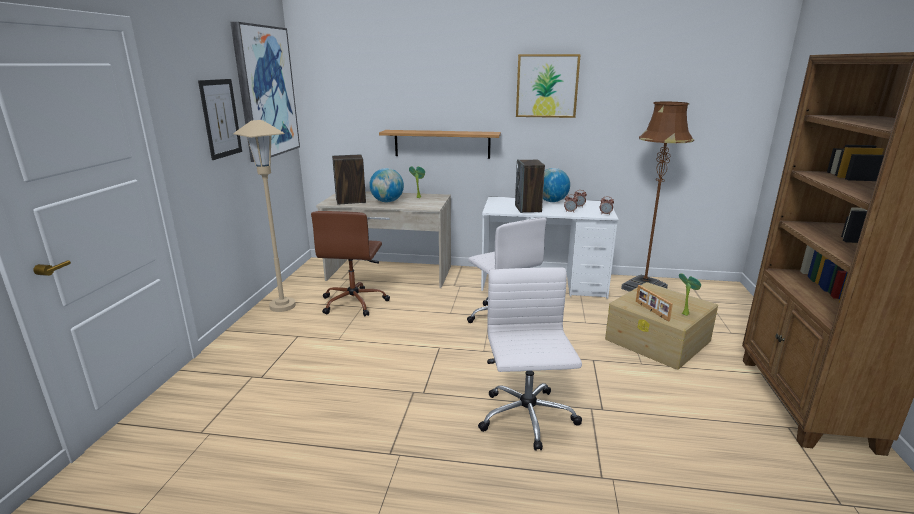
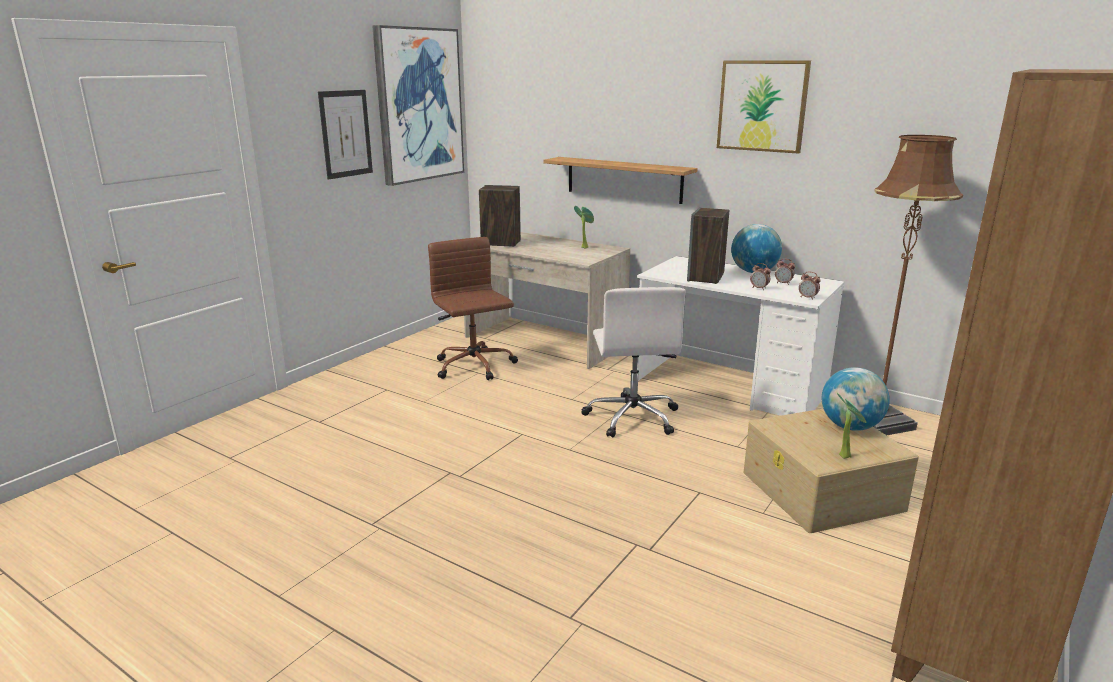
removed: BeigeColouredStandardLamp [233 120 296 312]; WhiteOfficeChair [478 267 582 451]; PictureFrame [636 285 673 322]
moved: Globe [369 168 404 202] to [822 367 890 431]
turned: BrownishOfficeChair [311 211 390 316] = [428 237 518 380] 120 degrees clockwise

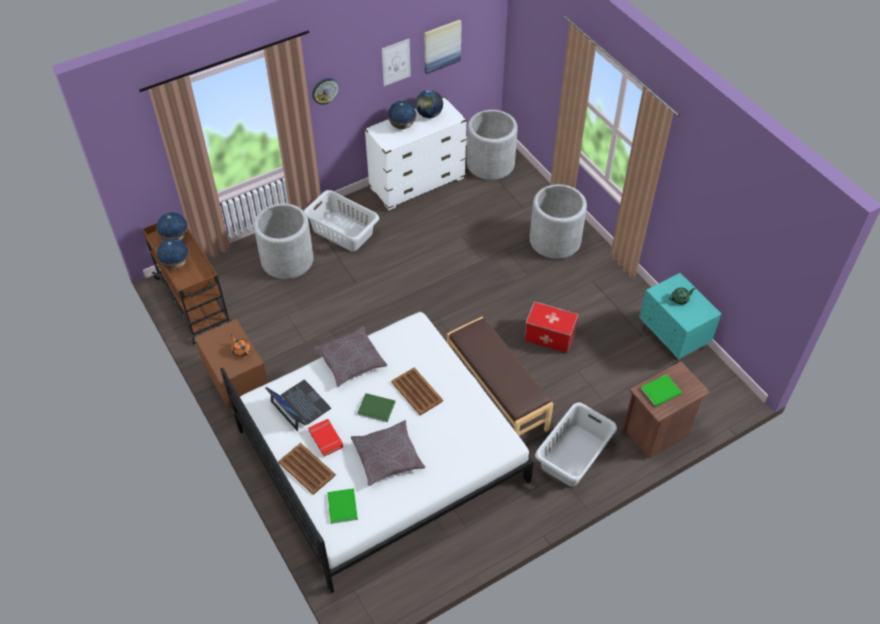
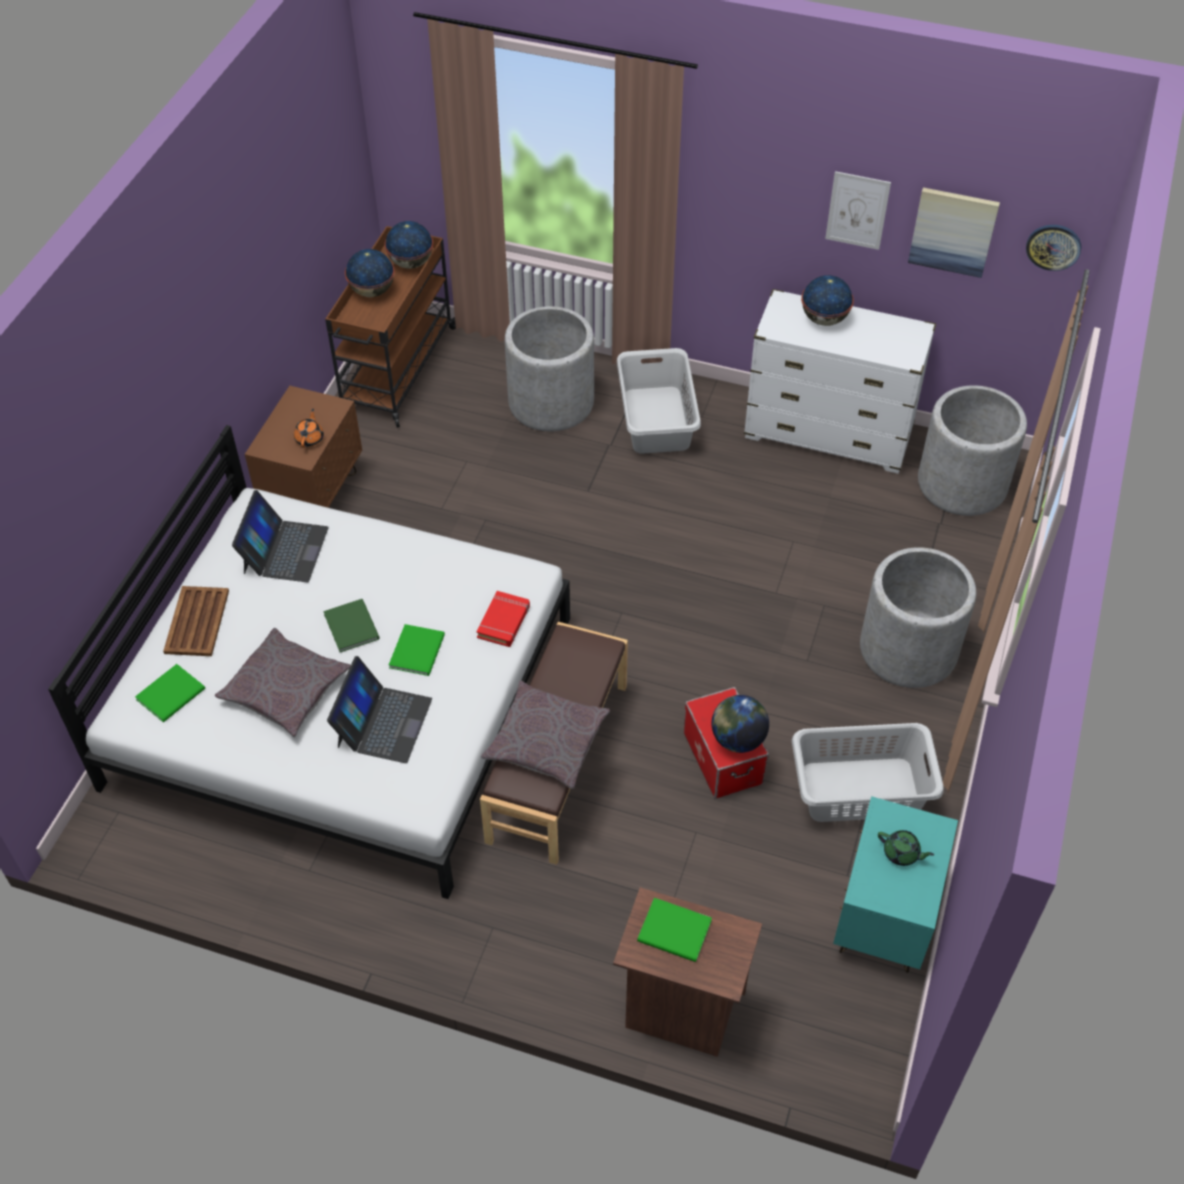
added: NotebookComputer [327 656 432 763]
moved: RedColouredBoundBook [308 419 343 457] to [476 591 530 647]; HangingClock [312 78 339 105] to [1026 225 1081 271]; GreyCushion [314 327 387 387] to [481 680 610 789]; Globe [415 90 443 118] to [712 695 769 753]; GreyLaundryBasket [535 403 617 487] to [792 723 944 822]
replaced: BrownishTray [391 368 443 415] to GreenBoundBook [389 624 445 676]

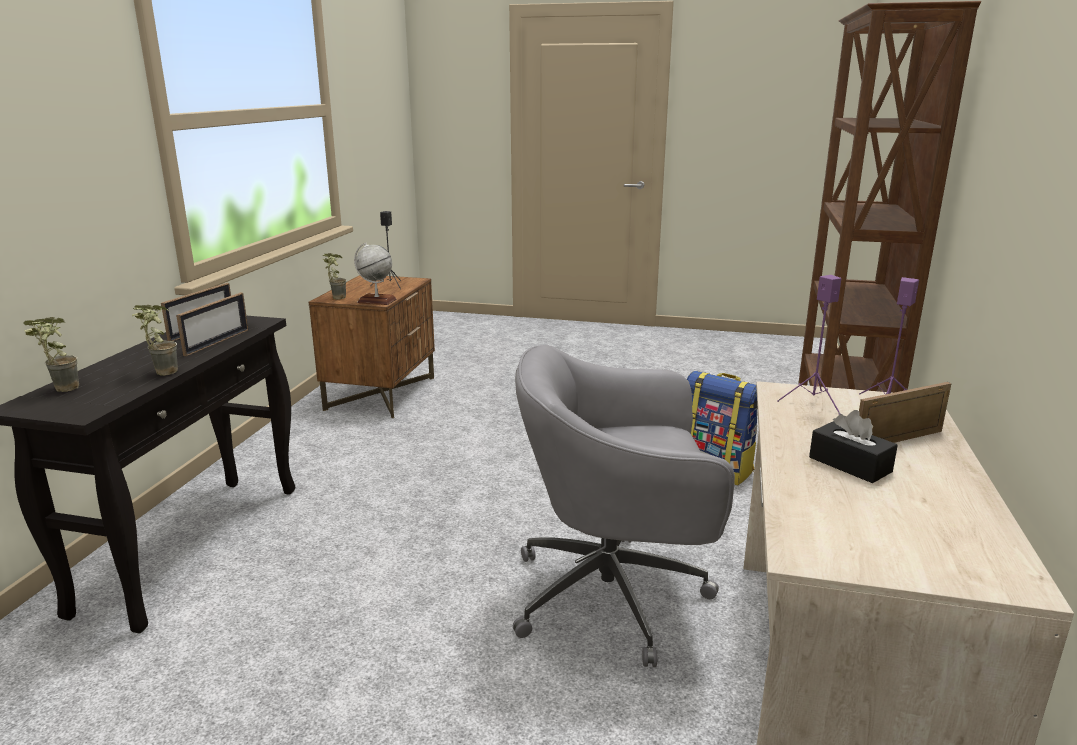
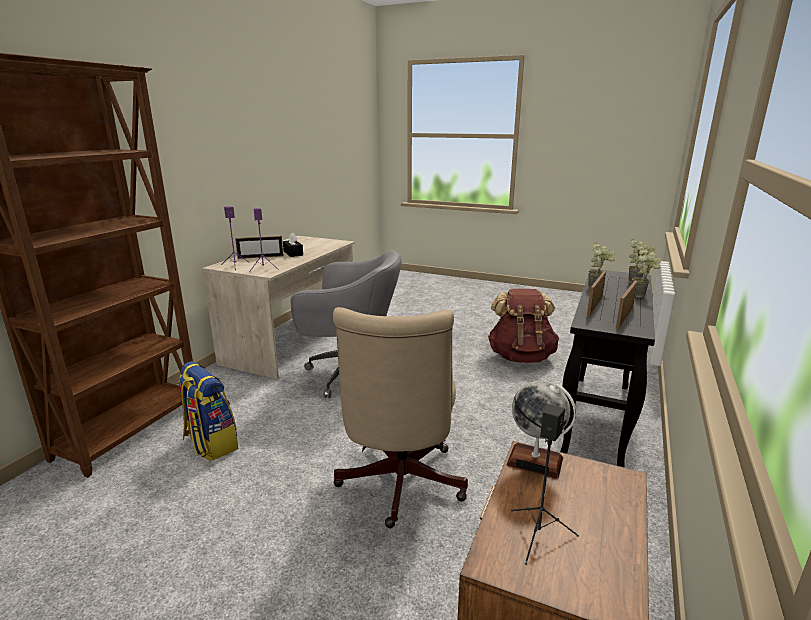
added: BeigeColouredOfficeChair [333 307 468 528]; BrownishBackpack [488 289 559 363]
moved: Houseplant [322 253 346 300] to [632 248 661 298]

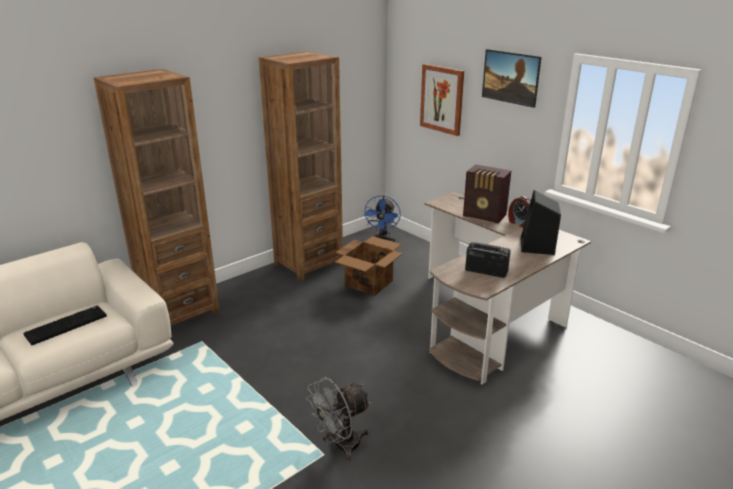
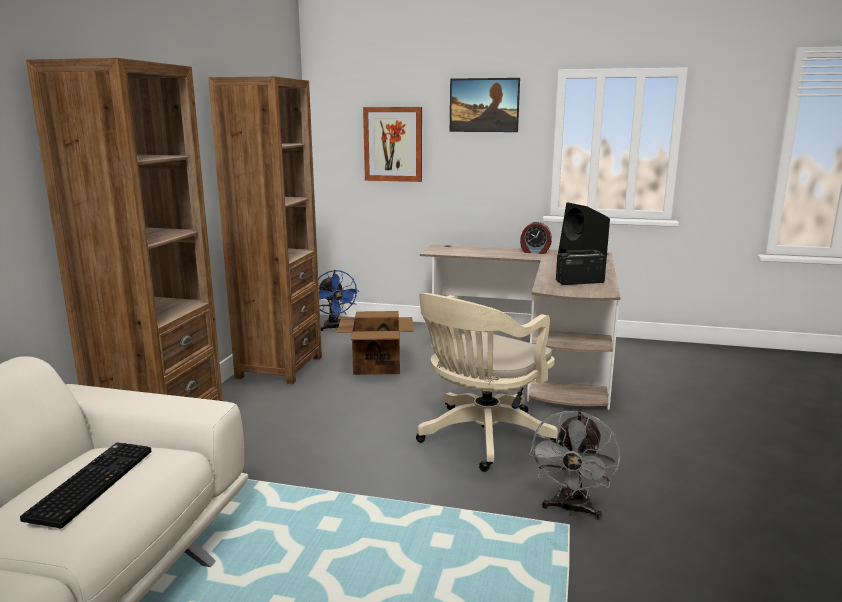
removed: RadioSet [463 164 511 223]
added: BeigeColouredOfficeChair [416 293 558 472]

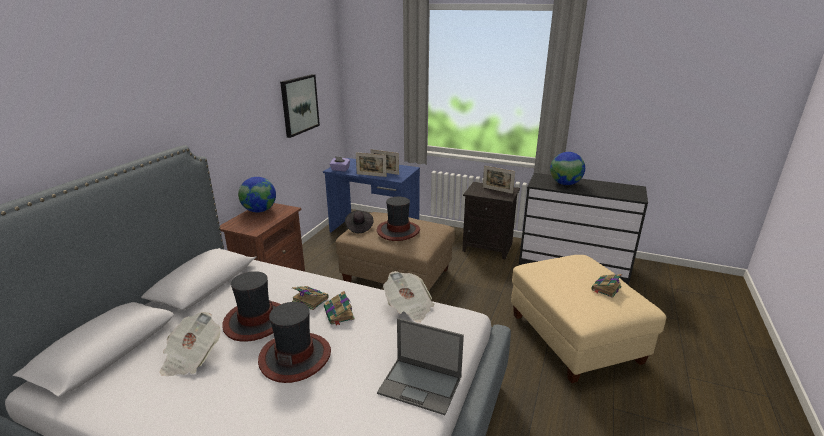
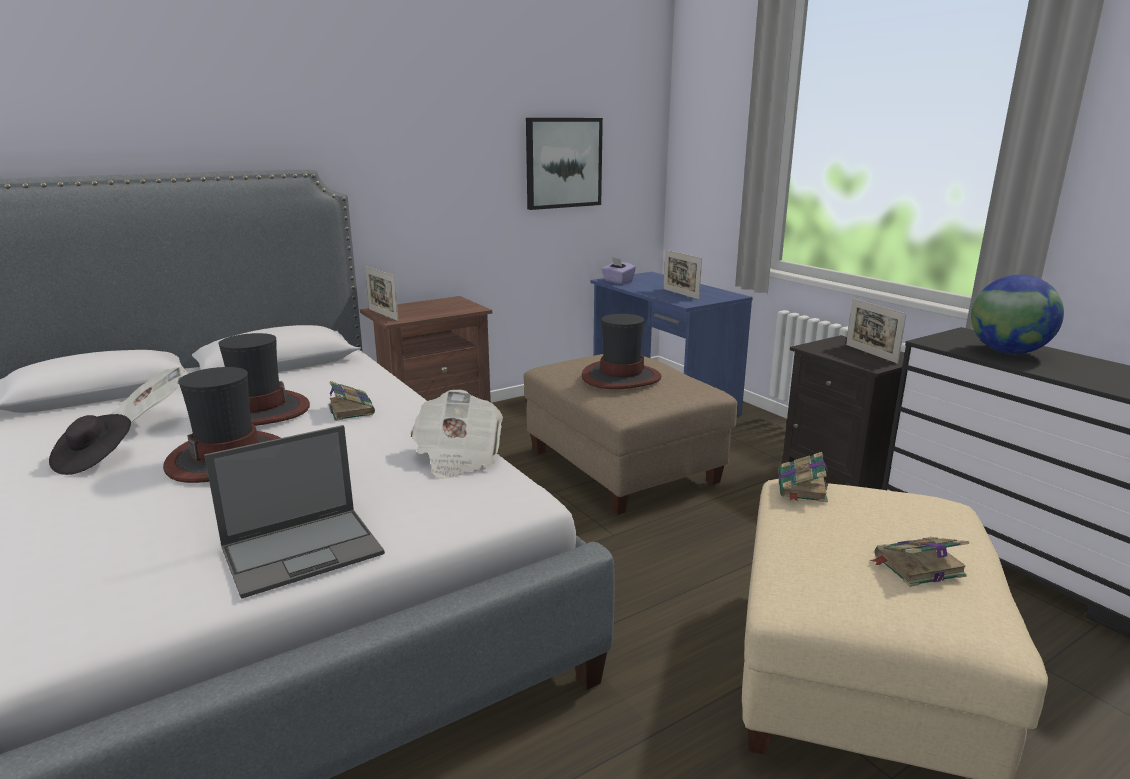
removed: Globe [238 177 276 213]
moved: BoundBook [324 291 355 326] to [779 452 828 502]; BlackColouredHat [345 210 373 233] to [49 414 131 475]; PictureFrame [356 152 387 177] to [365 266 399 321]
turned: NotebookComputer [377 318 464 415] = [204 425 385 599] 90 degrees counterclockwise

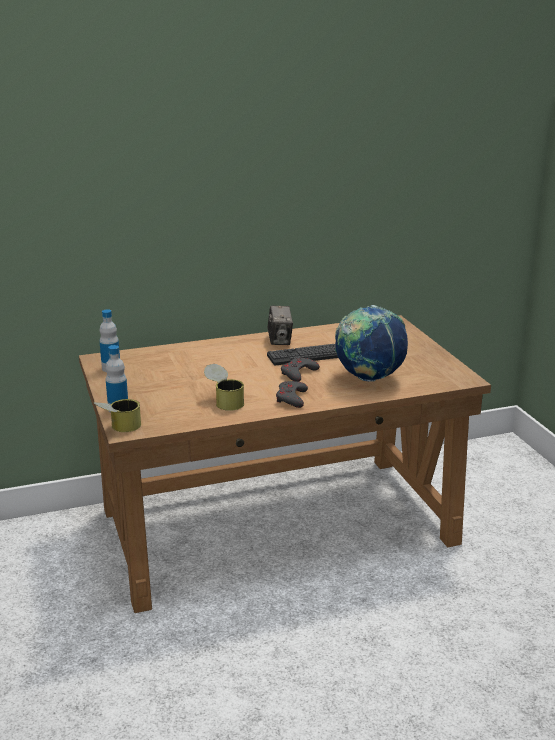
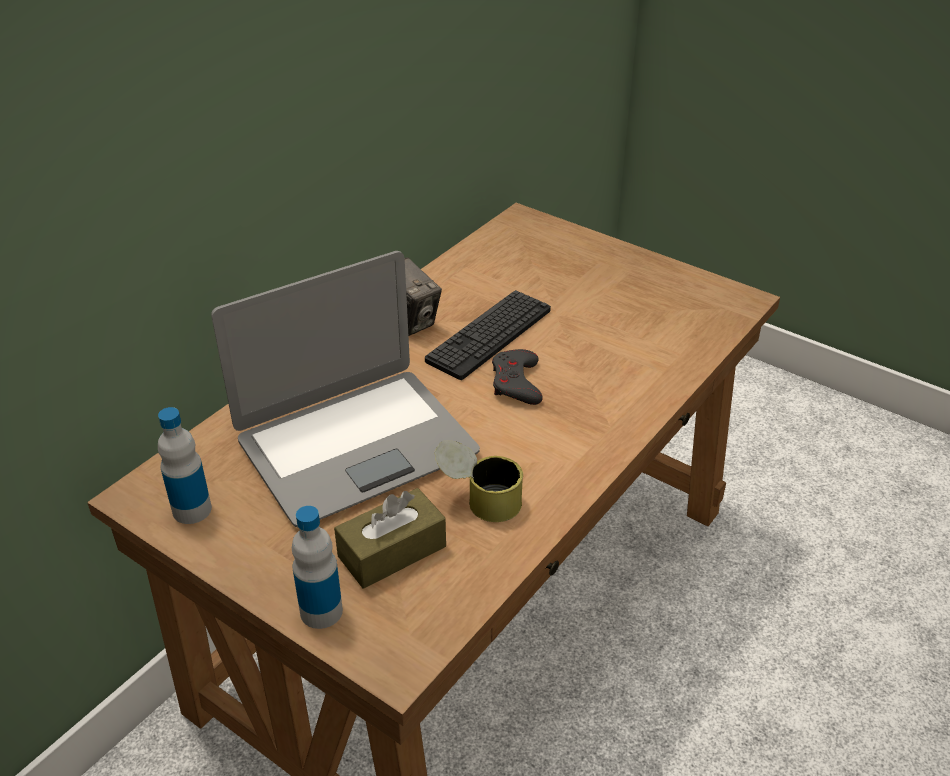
removed: SealedCan [94 399 141 432]; GreyJoypad [276 381 308 408]; Globe [335 305 408 382]
added: NotebookComputer [211 251 480 527]; BrownishTissueHolder [334 488 446 589]

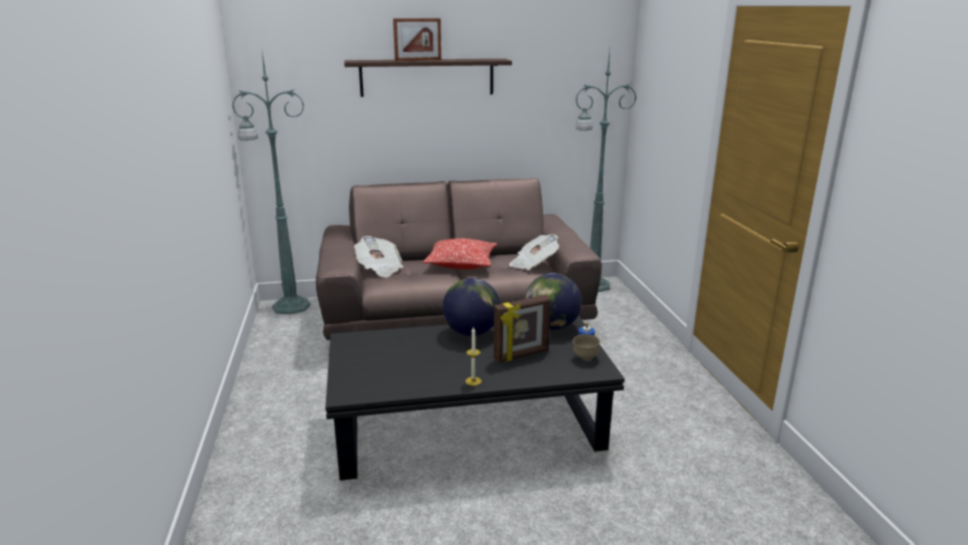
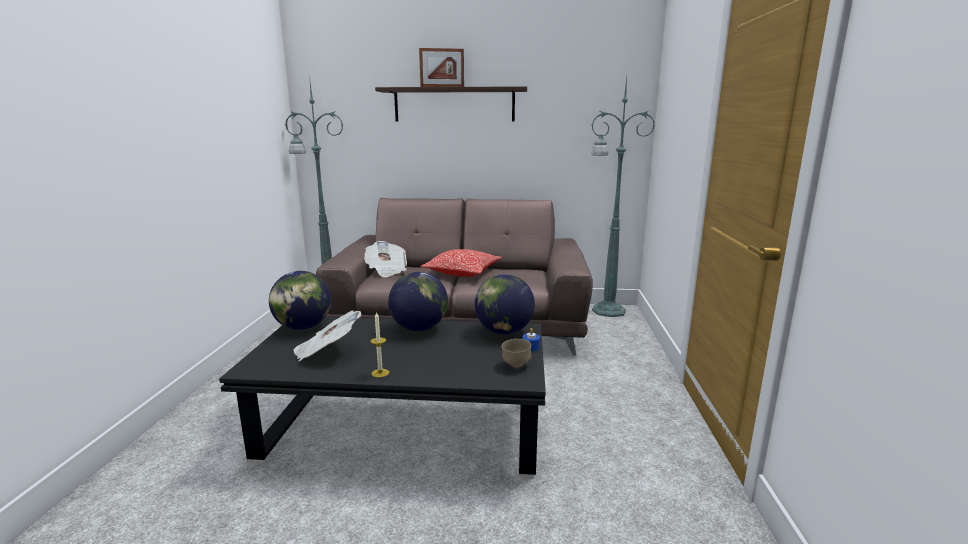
removed: PictureFrame [494 295 551 362]
added: Globe [269 271 331 330]
moved: PrintedPaper [509 234 559 270] to [293 310 361 361]

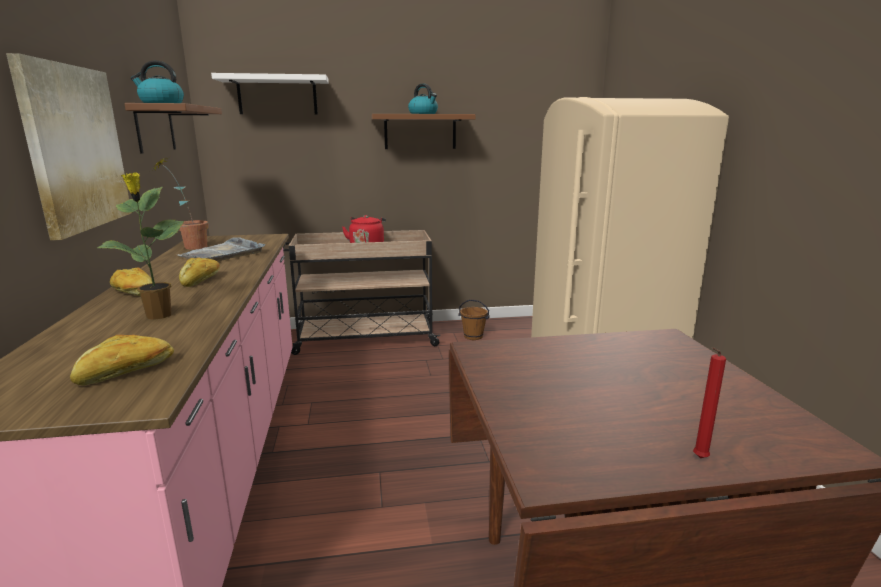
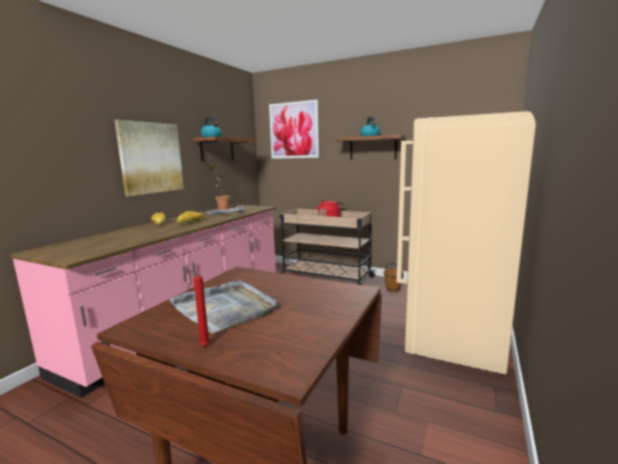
removed: BakeryBread [70 335 174 385]; Houseplant [97 172 184 320]
added: GreyTray [169 280 277 333]
replaced: WhiteWallShelf [211 73 329 115] to WallPicture [269 100 319 159]

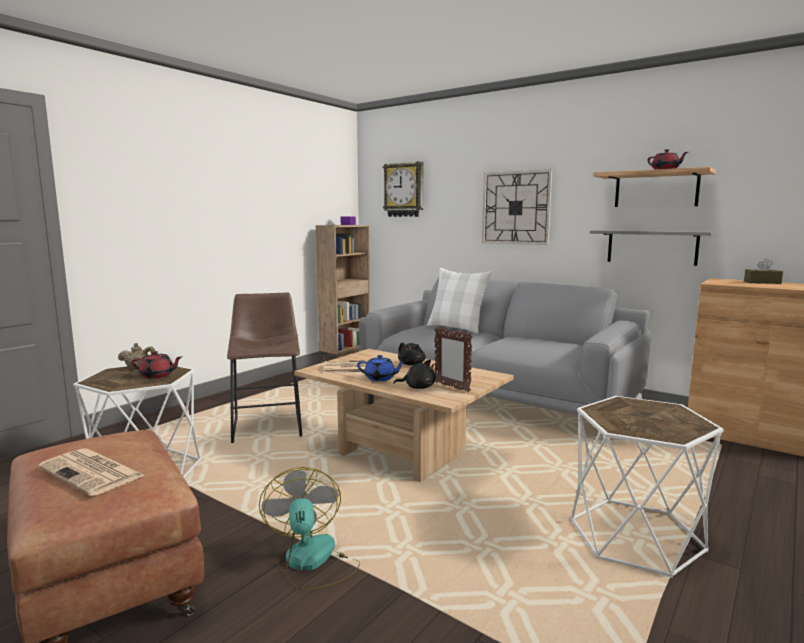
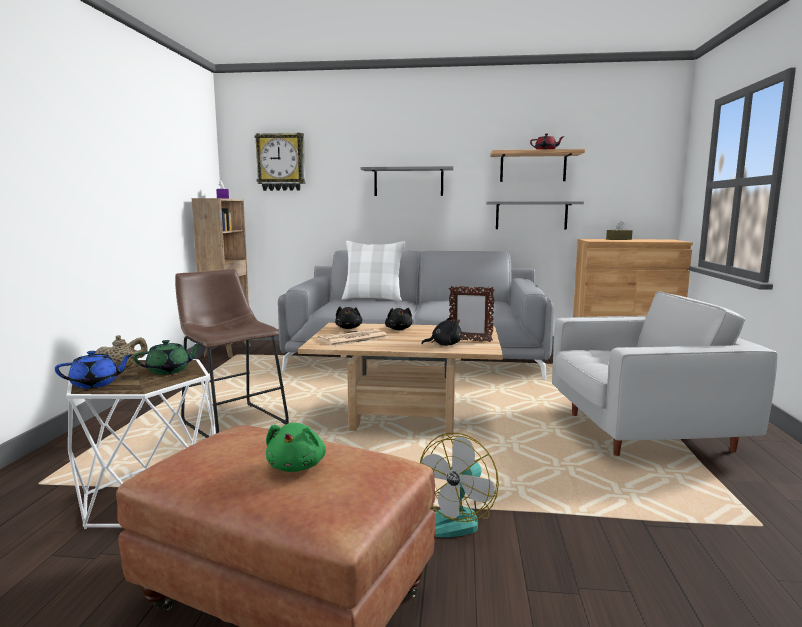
added: BlackColouredPlushToy [335 307 362 329]
moved: BlueColouredTeapot [357 355 406 381] to [55 351 134 388]
replaced: PrintedPaper [38 448 146 496] to GreenPlushToy [266 423 326 472]; HangingClock [482 169 553 245] to GreyWallShelf [360 166 454 196]; WhiteAccentTable [571 396 724 578] to WhiteEasyChair [552 291 777 456]
recoloured: RedColouredTeapot [131 351 182 379] to GreenTeapot [133 340 202 375]
turned: CoolingFan [259 467 360 591] = [420 433 499 537] 105 degrees counterclockwise

